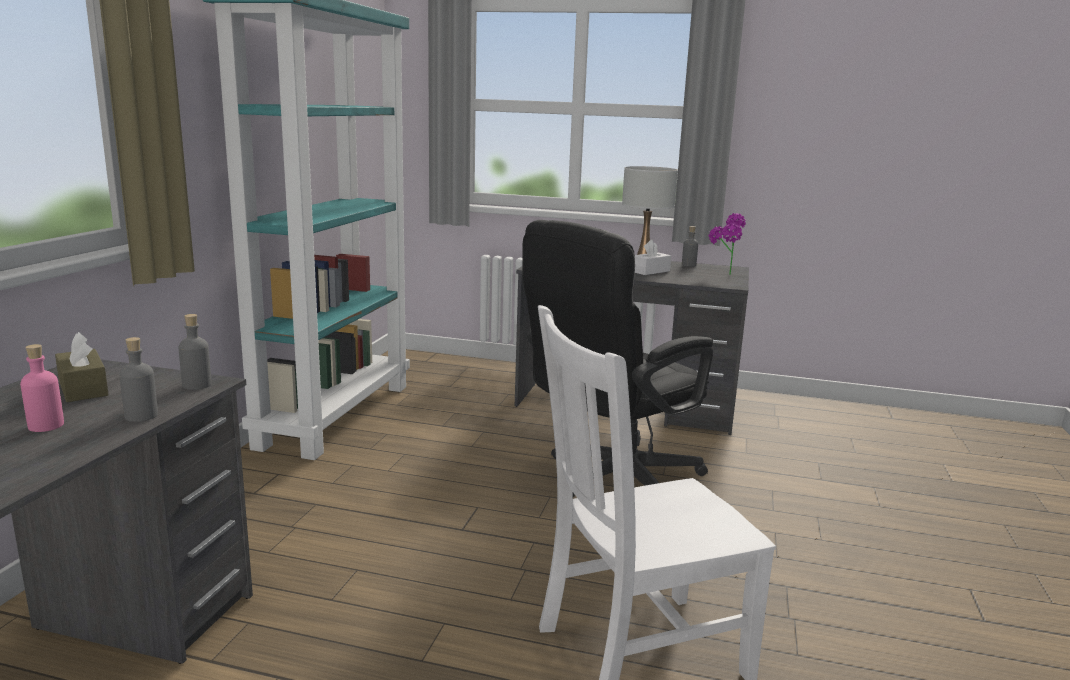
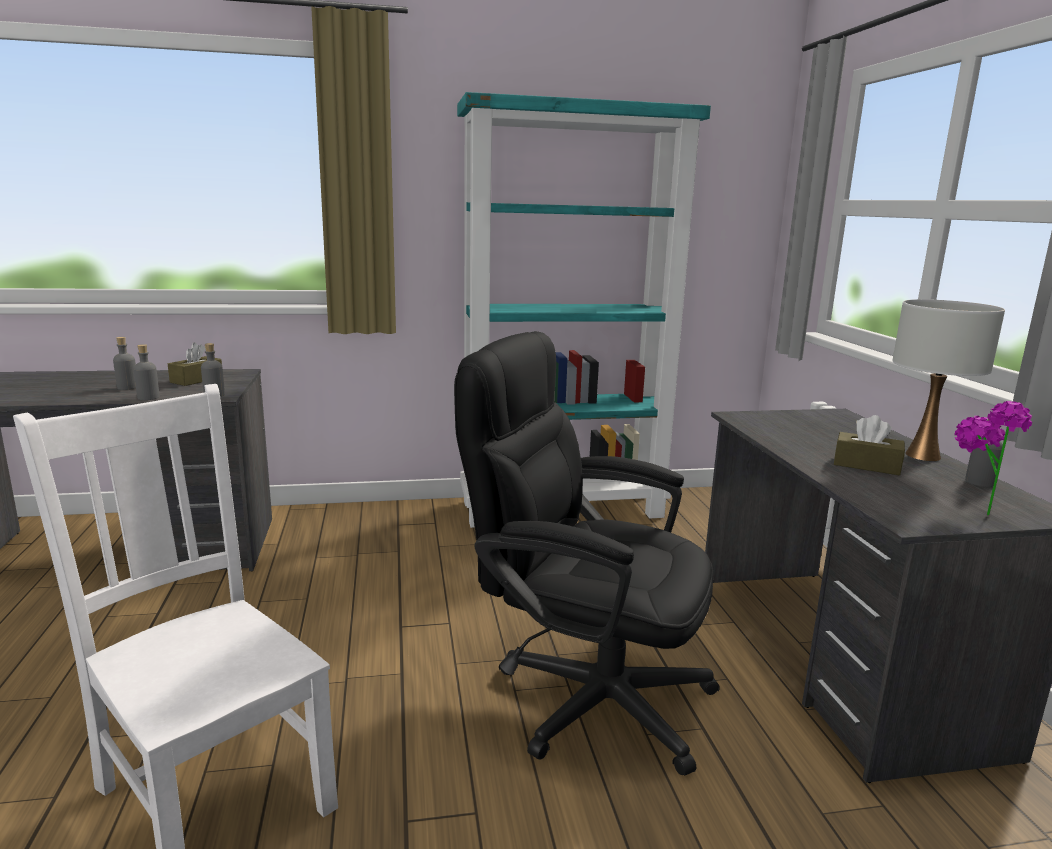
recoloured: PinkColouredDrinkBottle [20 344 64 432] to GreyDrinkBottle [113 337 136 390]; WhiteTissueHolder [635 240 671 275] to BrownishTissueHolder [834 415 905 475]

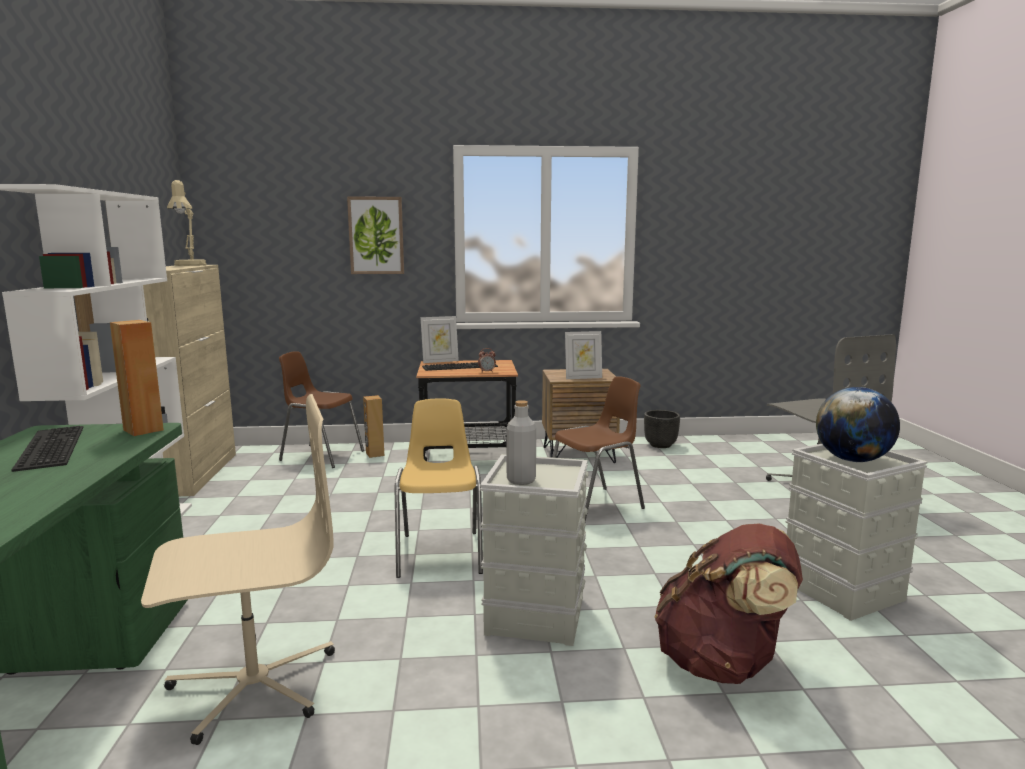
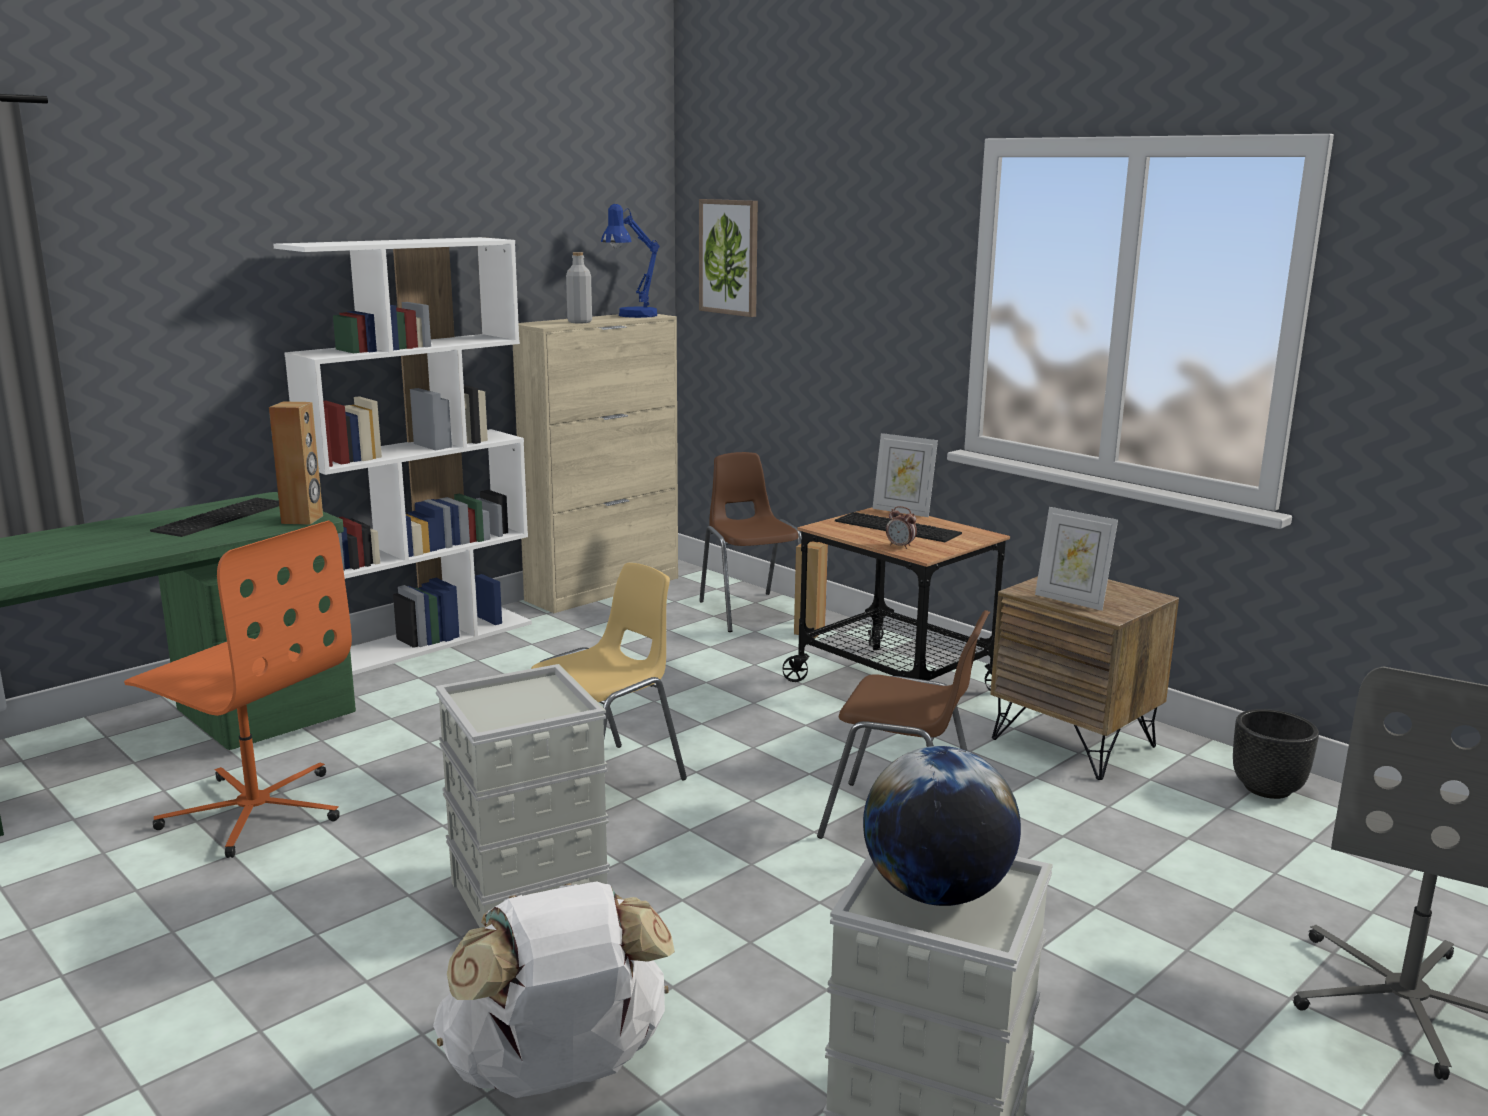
moved: WallPicture [347 197 404 274] to [699 199 758 317]; GreyDrinkBottle [507 400 536 485] to [566 252 592 323]
recoloured: BeigeColouredOfficeChair [141 394 335 745] to OrangeyOfficeChair [124 521 352 858]; BeigeColouredTabletopLamp [167 180 207 266] to BlueColouredTabletopLamp [601 204 660 318]; BrownishBackpack [655 524 803 684] to WhiteBackpack [433 882 675 1098]

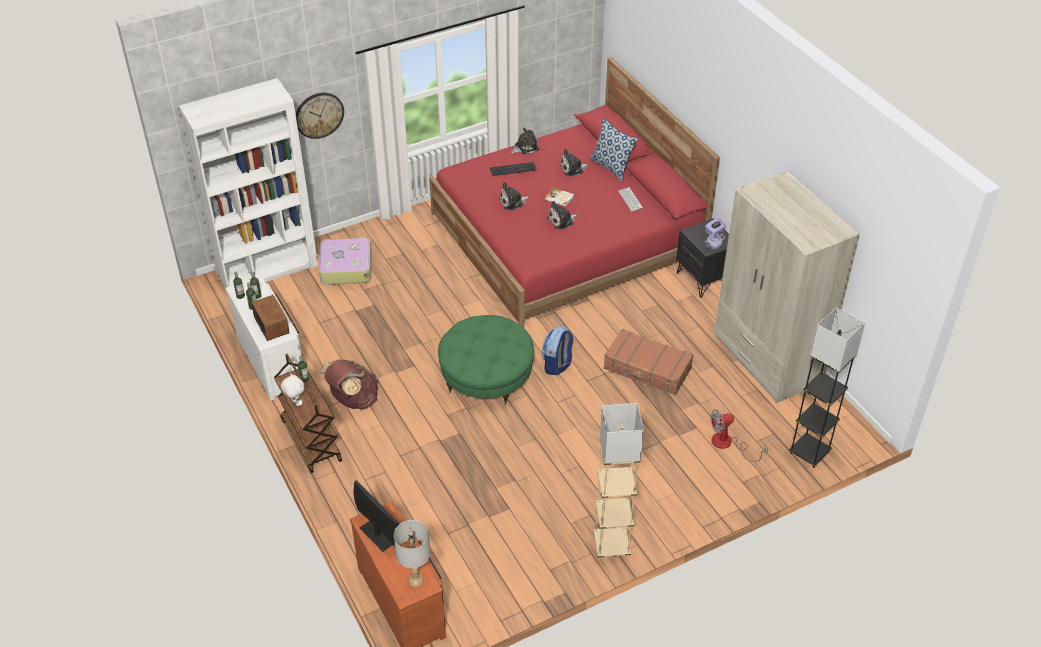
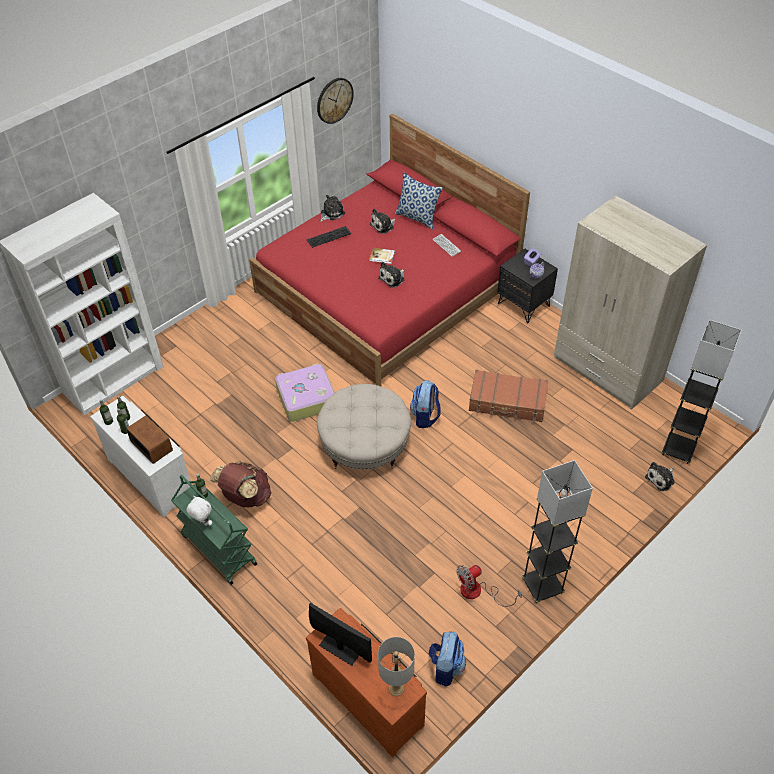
added: Backpack [429 631 466 687]
moved: HangingClock [296 93 344 139] to [317 78 354 124]; TravelCase [319 237 372 285] to [275 364 335 422]; PlushToy [499 182 529 210] to [645 462 675 491]; CoolingFan [710 409 768 462] to [457 565 522 607]
recoloured: BrownishCart [274 354 342 473] to GreenCart [171 475 257 585]; GreenPouffe [438 315 534 405] to BeigeColouredPouffe [317 384 411 469]; BeigeColouredStandardLamp [593 403 644 559] to BlackColouredStandardLamp [522 460 593 603]

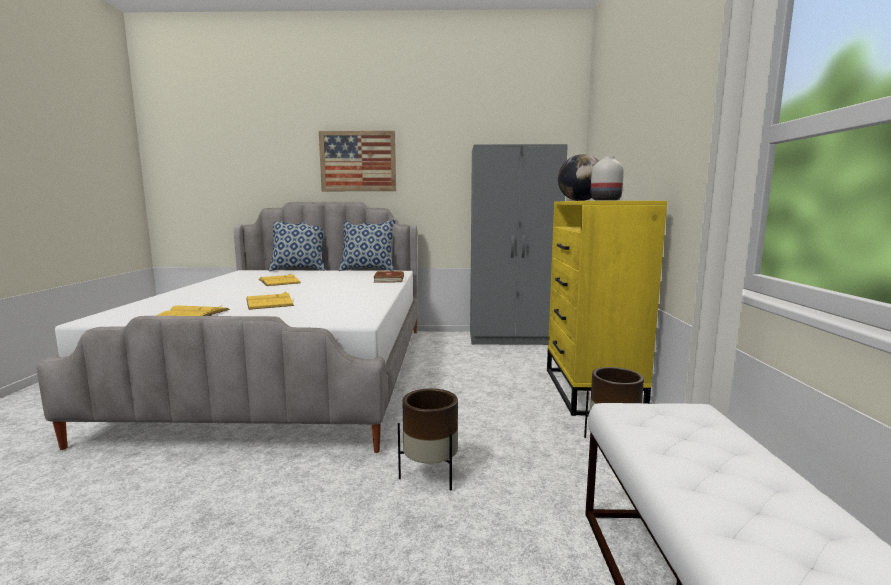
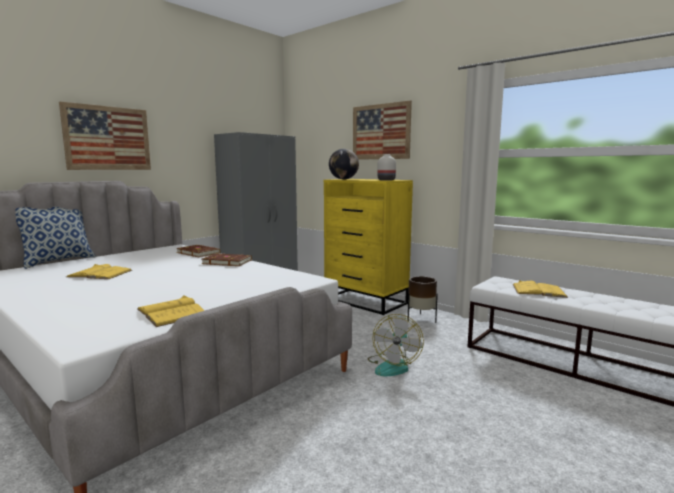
removed: Cushion [339 218 396 271]
added: BrownishBoundBook [202 253 252 266]; WallPicture [353 101 412 160]
moved: YellowColouredBoundBook [246 291 294 310] to [513 280 568 298]
replaced: BrownishPlantPot [398 388 458 491] to CoolingFan [368 314 424 376]

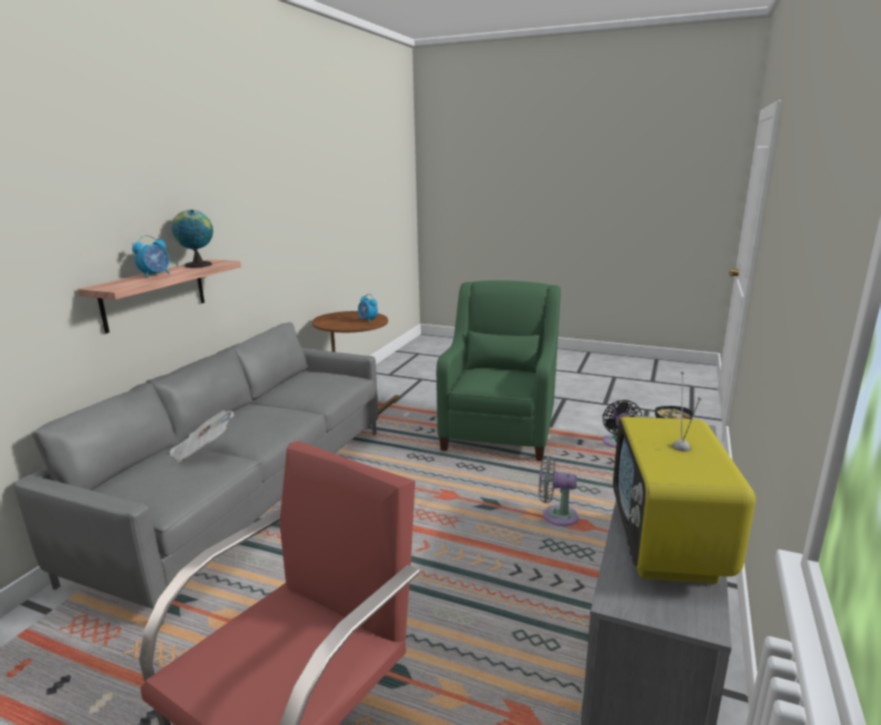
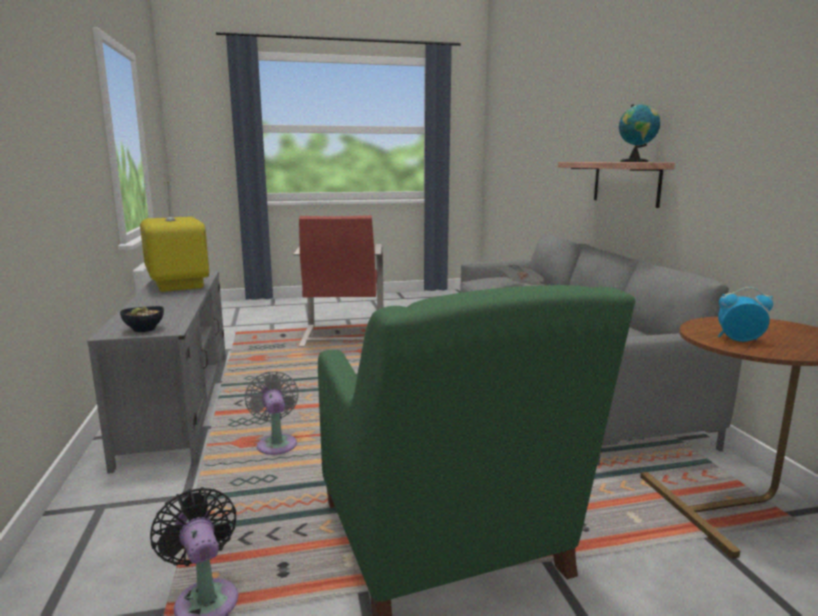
removed: TableClock [132 235 170 278]
turned: GreyCoolingFan [539 455 579 526] = [245 371 299 455] 90 degrees counterclockwise

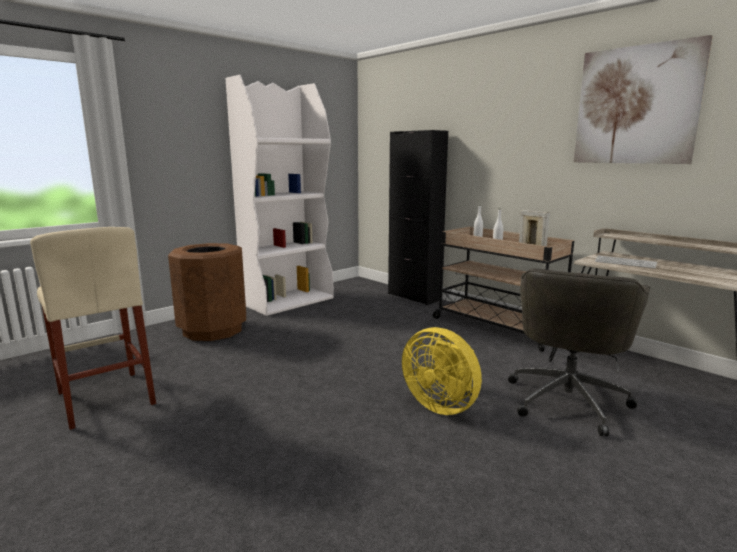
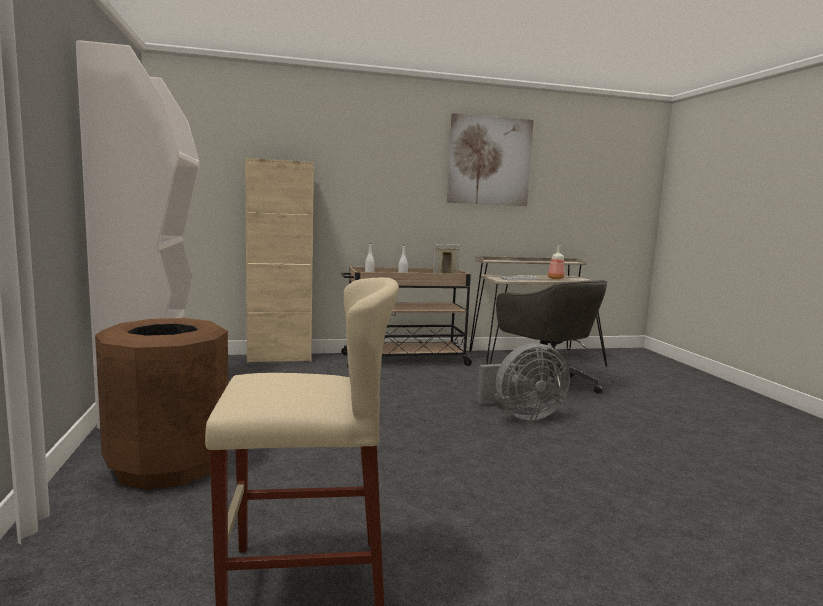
added: DrinkBottle [548 245 565 279]
recoloured: BlackColouredCabinet [388 130 448 305] to BeigeColouredCabinet [245 158 314 363]; YellowColouredCoolingFan [402 327 482 415] to GreyCoolingFan [478 343 570 421]

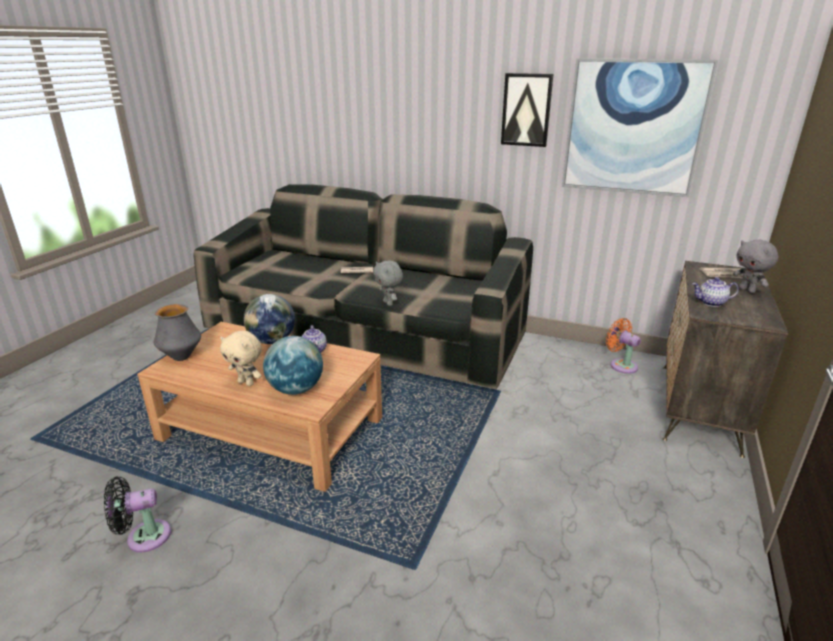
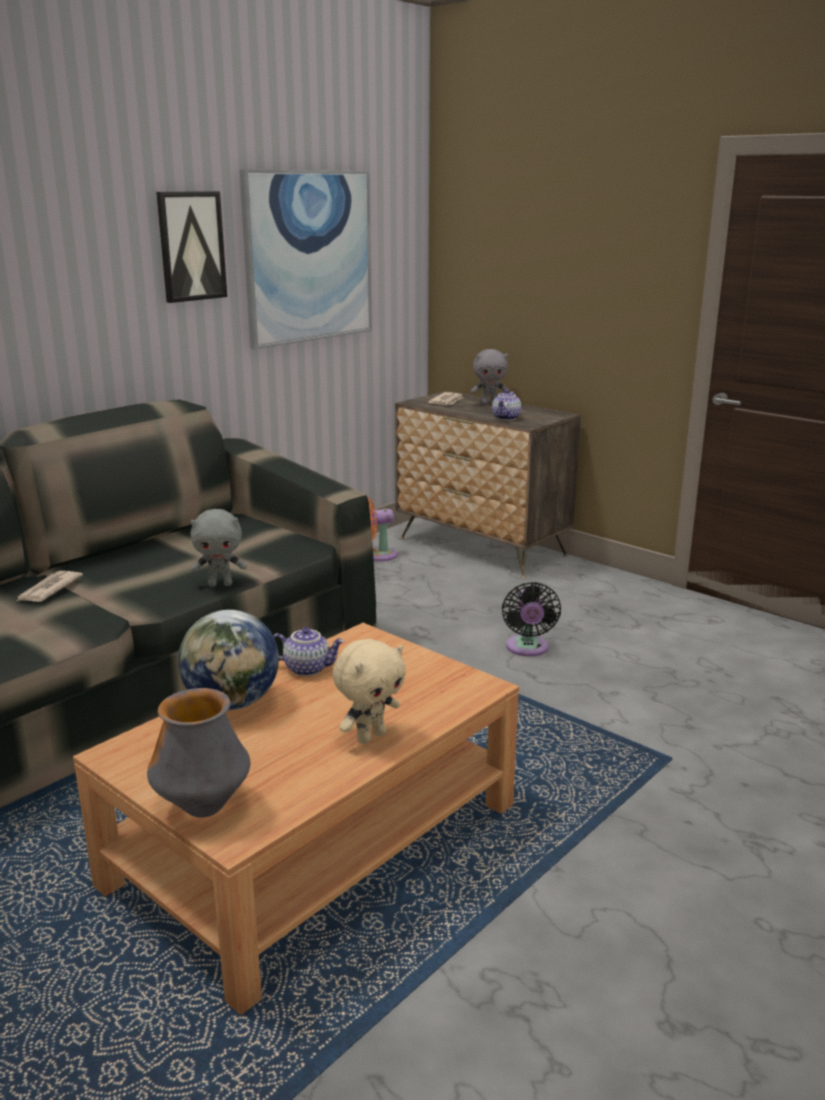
removed: Globe [263 336 323 395]
moved: BlackColouredCoolingFan [104 477 171 552] to [502 582 561 656]

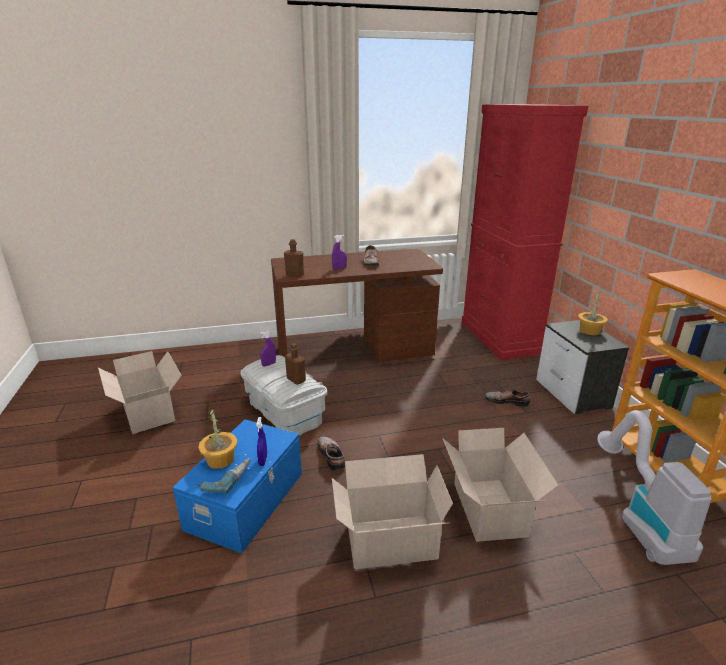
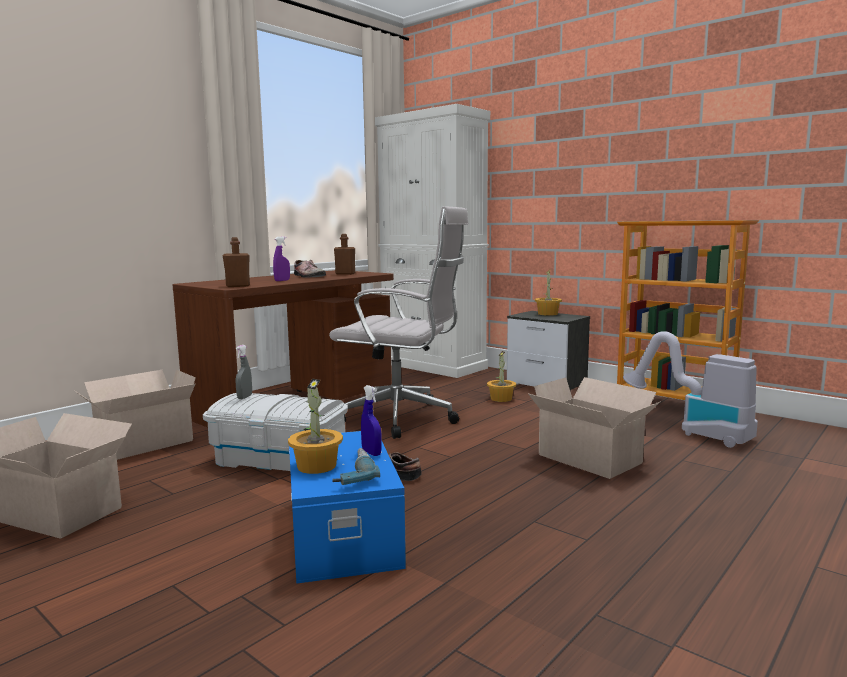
added: WhiteOfficeChair [329 206 468 439]
moved: BrownishDrinkBottle [285 343 306 385] to [334 234 355 275]; Carton [332 454 453 569] to [74 370 196 460]
replaced: ItemOfFootwear [485 389 530 407] to Houseplant [487 351 516 402]
recoloured: PurpleSprayBottle [260 330 276 367] to GreySprayBottle [235 345 252 399]; RedColouredCabinet [462 104 588 360] to WhiteCabinet [375 104 490 378]

